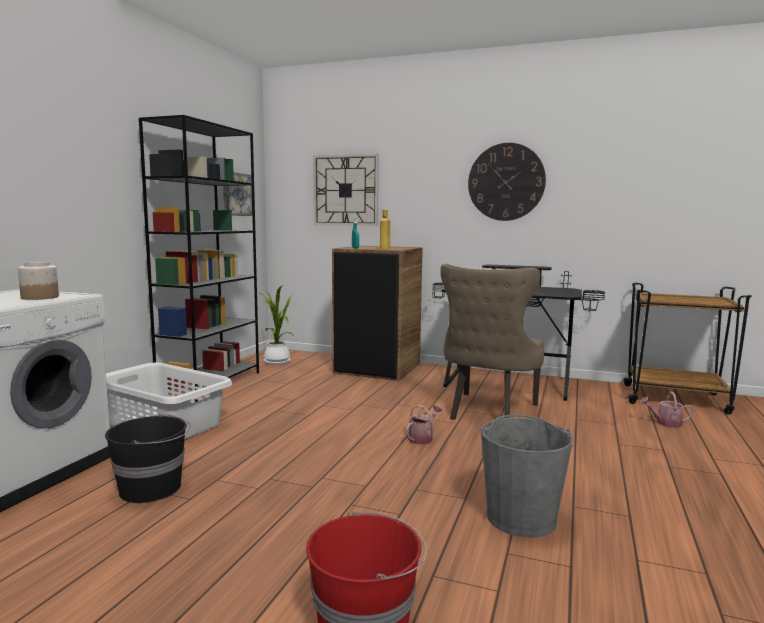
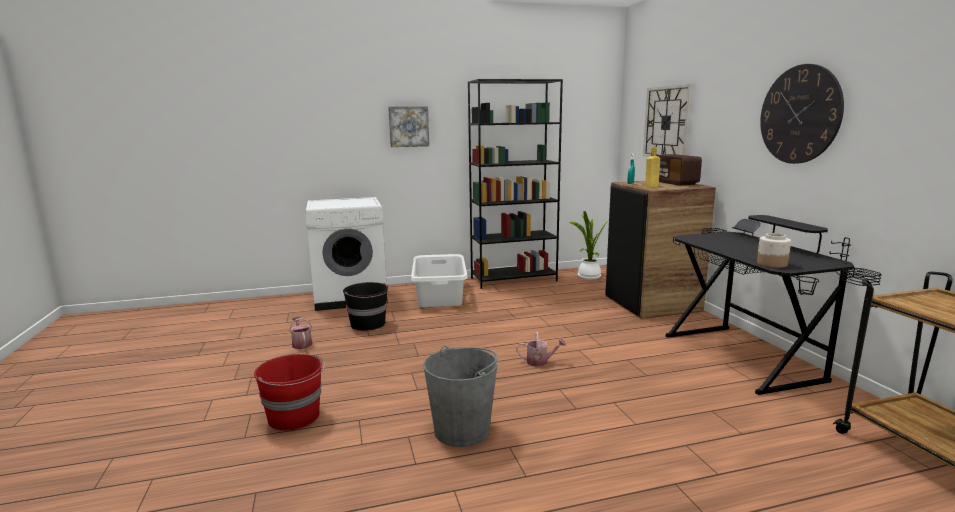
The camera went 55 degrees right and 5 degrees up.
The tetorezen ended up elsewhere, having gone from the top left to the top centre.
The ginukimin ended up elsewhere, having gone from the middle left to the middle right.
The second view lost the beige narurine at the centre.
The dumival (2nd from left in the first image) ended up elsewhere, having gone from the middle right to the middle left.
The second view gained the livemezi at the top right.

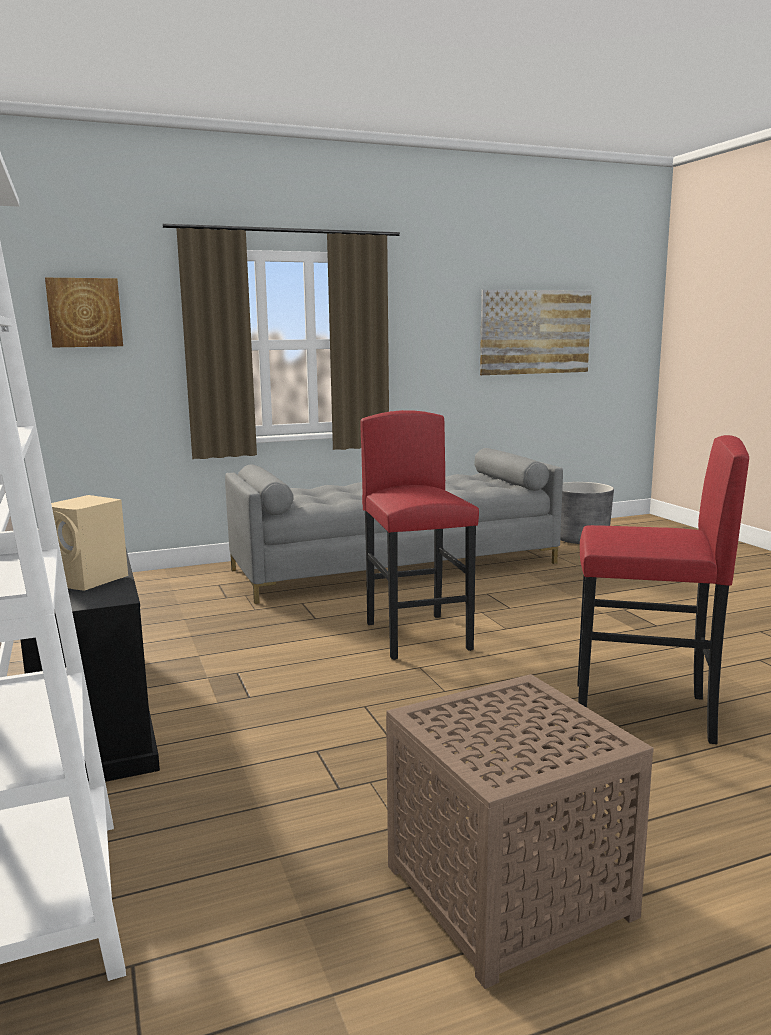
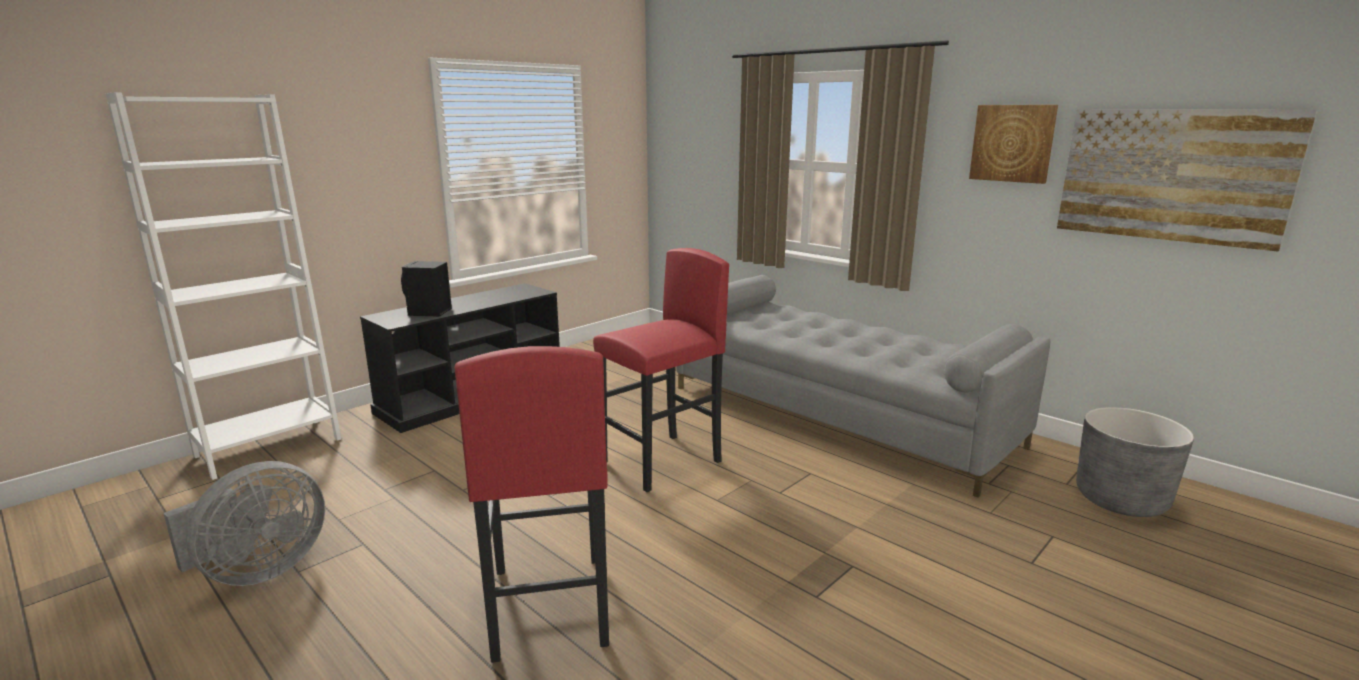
The camera went 65 degrees right and 5 degrees up.
The tetorezen (1st from left) ended up elsewhere, having gone from the top left to the top right.
What was the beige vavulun at the middle left turned into the black vavulun at the middle left.
Where the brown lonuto stood at the bottom right, the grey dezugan came to stand at the bottom left.

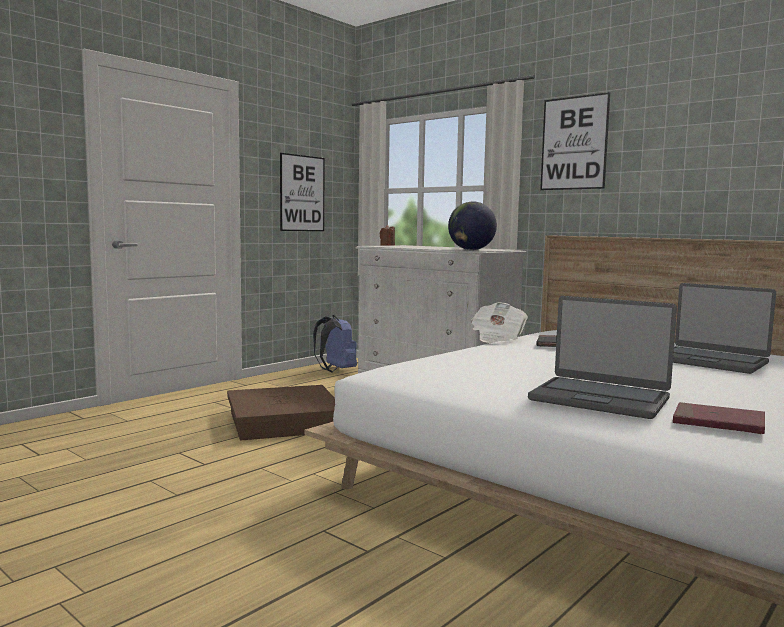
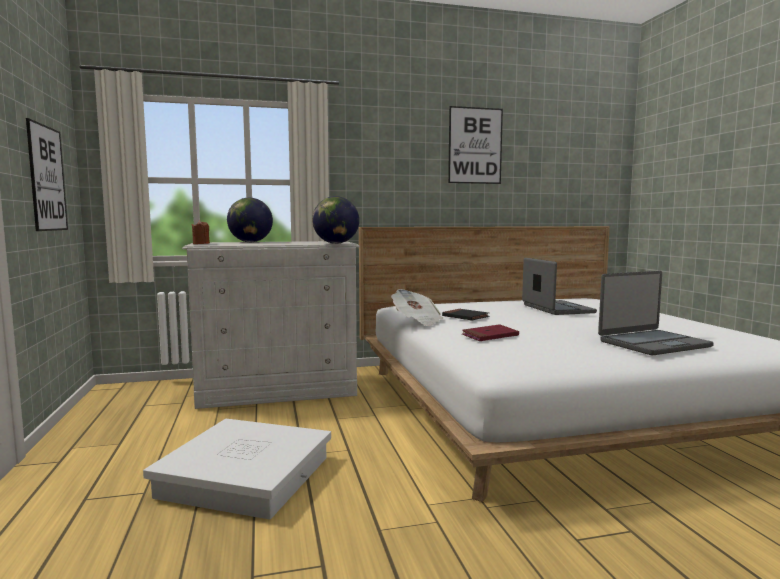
The camera went 55 degrees left and 0 degrees up.
The tetorezen (2nd from left) ended up elsewhere, having gone from the top right to the top centre.
The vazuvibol (2nd from left in the first image) at the middle right ended up facing another way, 90 degrees counterclockwise from before.
The second view lost the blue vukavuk at the centre.
What was the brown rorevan at the centre turned into the white rorevan at the bottom left.
The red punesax ended up elsewhere, having gone from the bottom right to the centre.
The second view gained the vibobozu (1st from left) at the middle left.

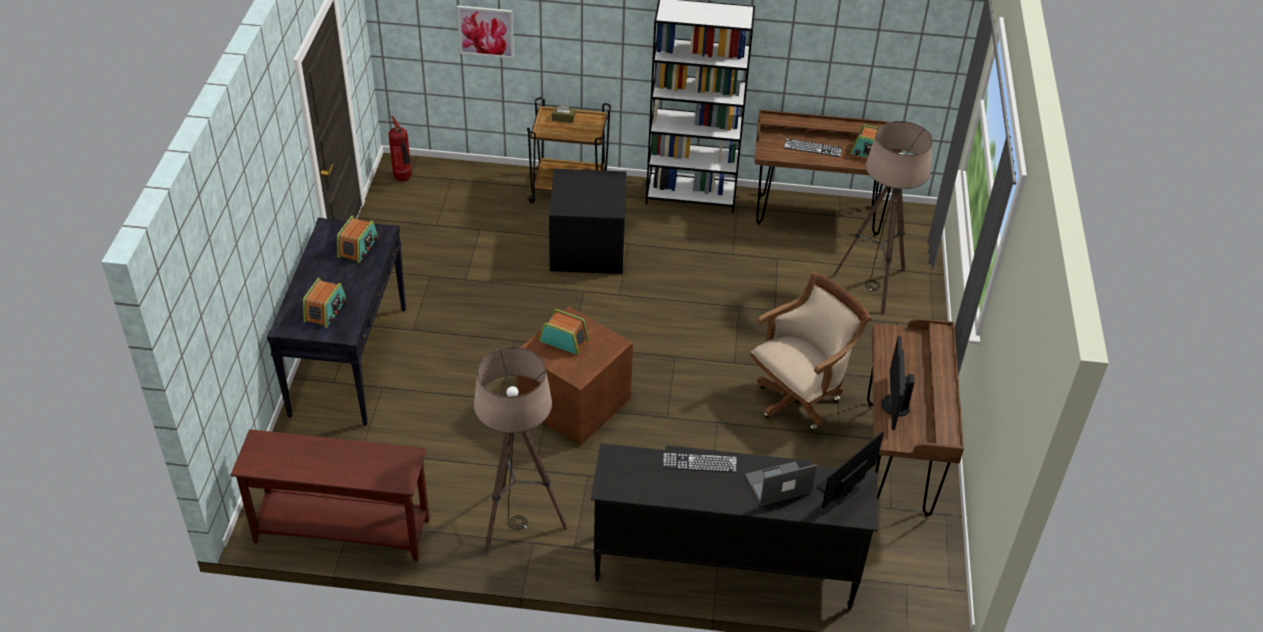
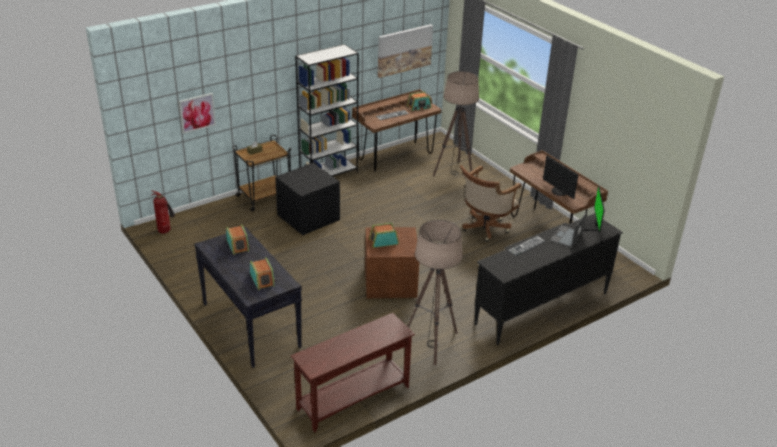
The camera went 40 degrees left and 10 degrees down.
The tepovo at the centre ended up facing another way, 150 degrees counterclockwise from before.
The second view gained the tetorezen (2nd from left) at the top centre.

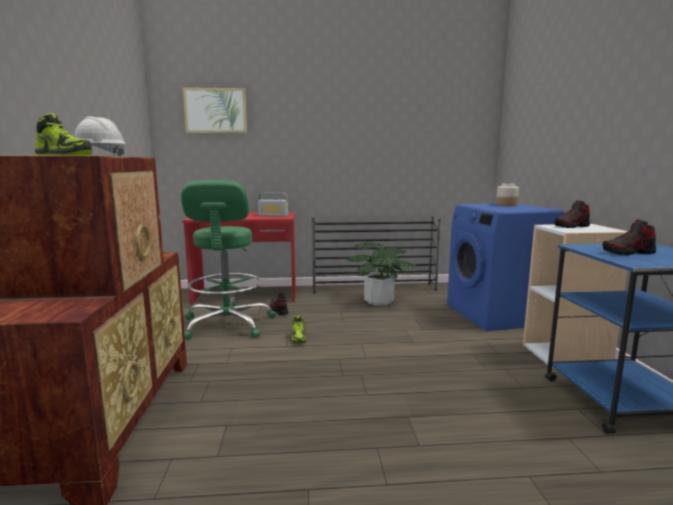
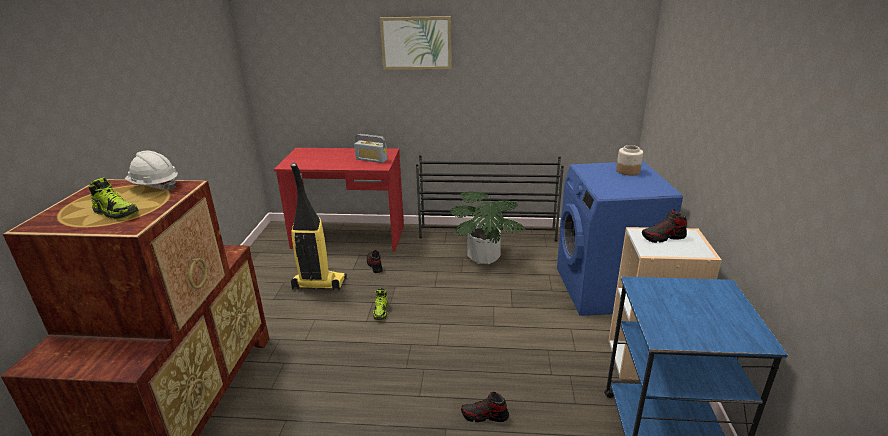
The camera went 10 degrees right and 15 degrees up.
The tetorezen ended up elsewhere, having gone from the top left to the top centre.
Where the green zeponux stood at the centre, the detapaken came to stand at the centre.
The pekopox (5th from left in the first image) ended up elsewhere, having gone from the middle right to the bottom centre.

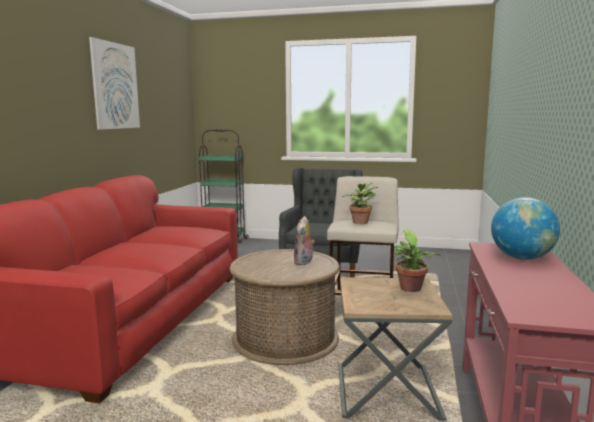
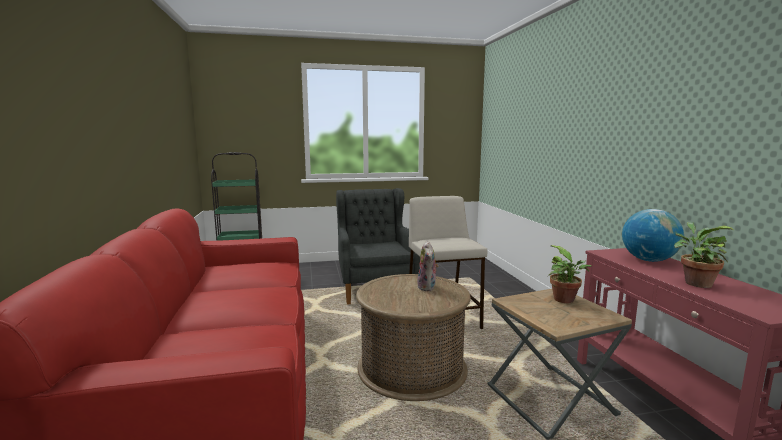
The camera went 25 degrees left and 0 degrees up.
The second view lost the tetorezen at the top left.
The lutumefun (1st from left in the first image) ended up elsewhere, having gone from the centre to the middle right.

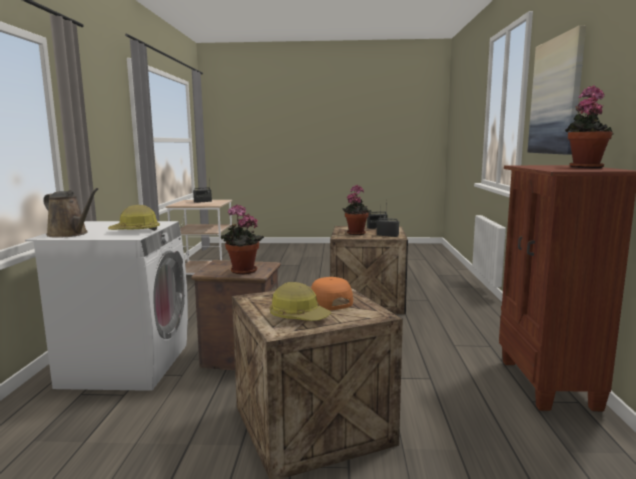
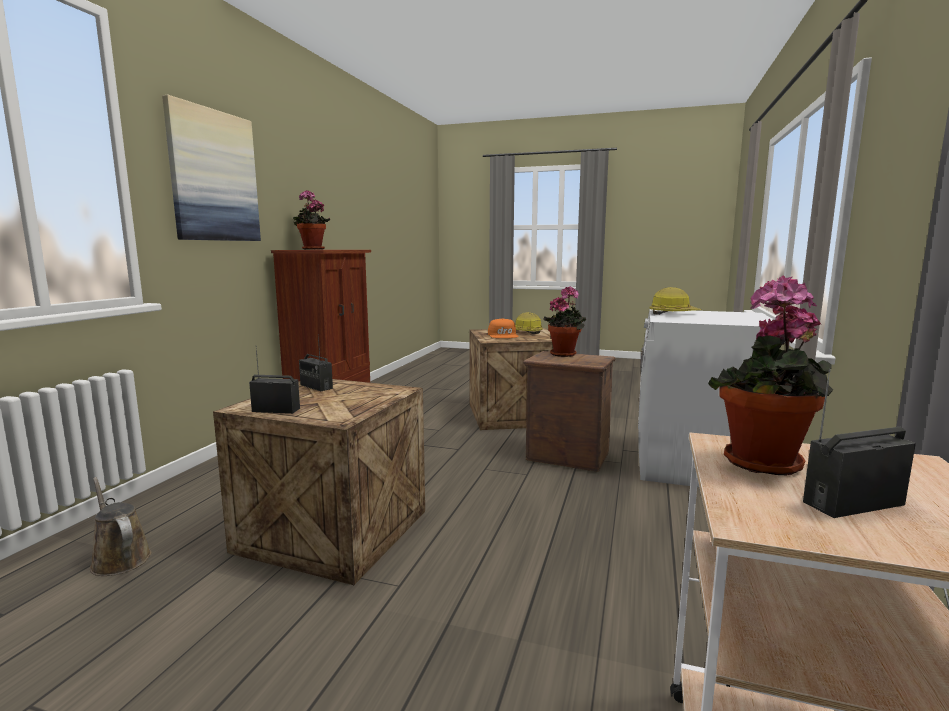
The camera went 165 degrees left and 0 degrees up.
The lutumefun (2nd from left in the first image) ended up elsewhere, having gone from the centre to the middle right.
The brown dumival ended up elsewhere, having gone from the middle left to the bottom left.

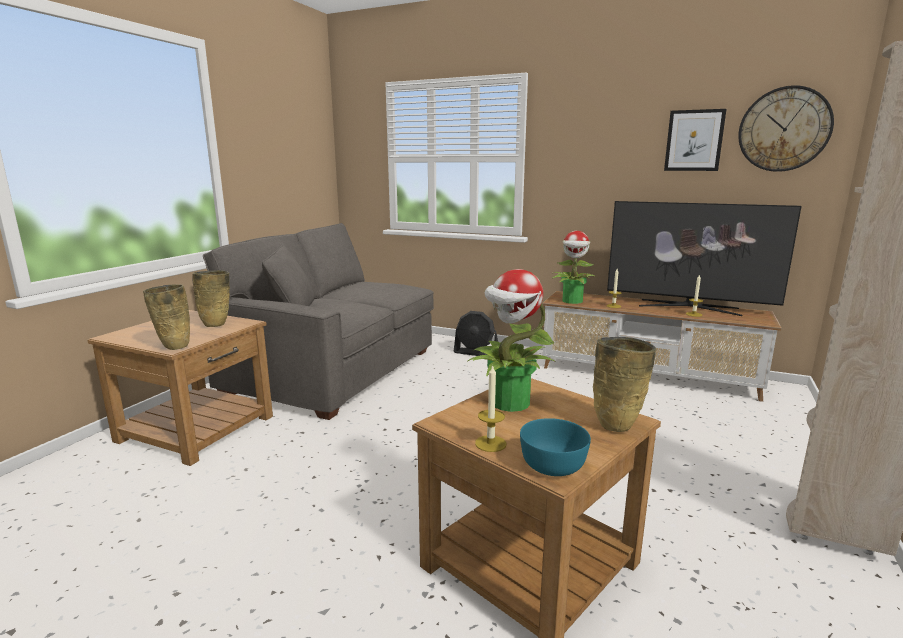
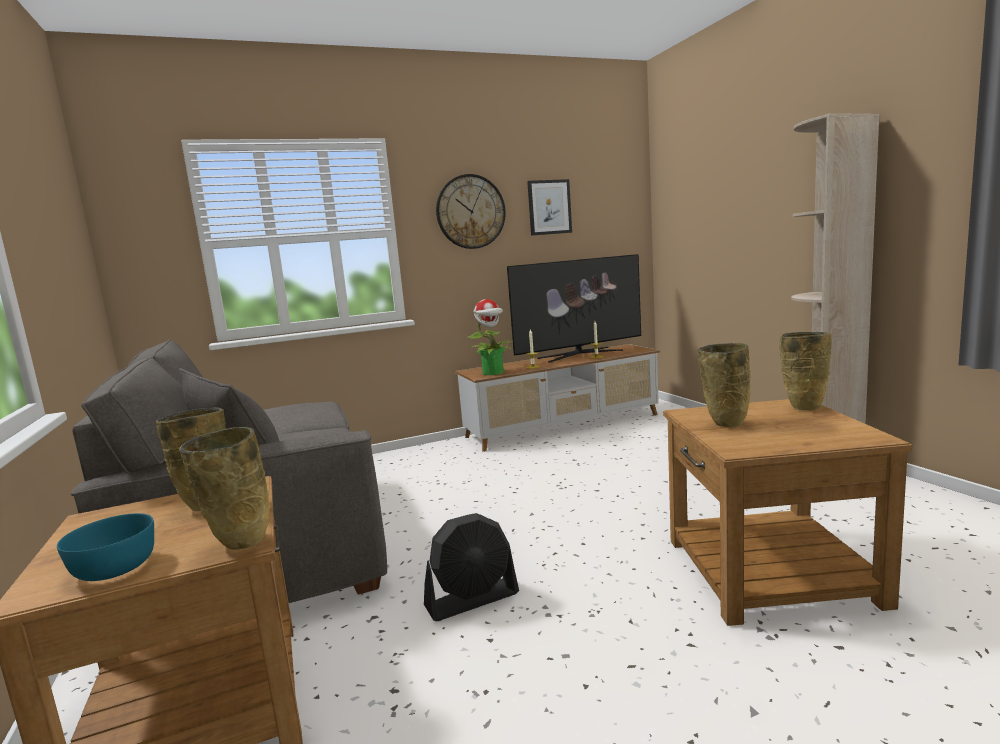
The camera went 45 degrees left and 5 degrees down.
The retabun ended up elsewhere, having gone from the top right to the top centre.
Where the lutumefun (1st from left) stood at the centre, the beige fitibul (3rd from left) came to stand at the middle right.
The black dezugan ended up elsewhere, having gone from the centre to the bottom centre.
The second view lost the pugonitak (1st from left) at the centre.
The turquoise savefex ended up elsewhere, having gone from the bottom centre to the bottom left.

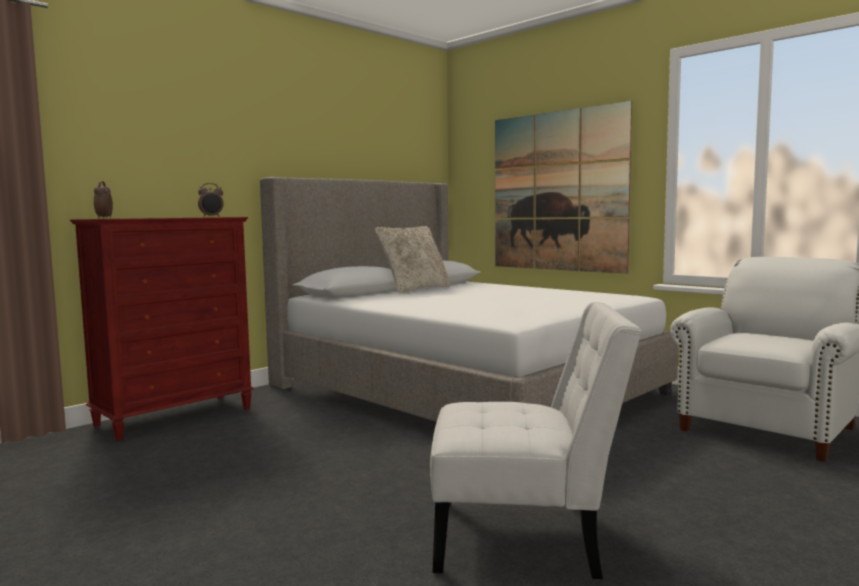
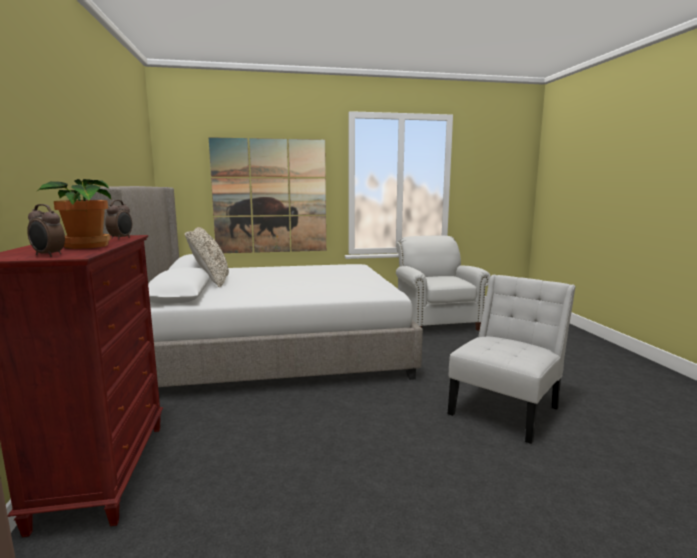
The camera went 55 degrees left and 5 degrees up.
The second view gained the lutumefun at the middle left.

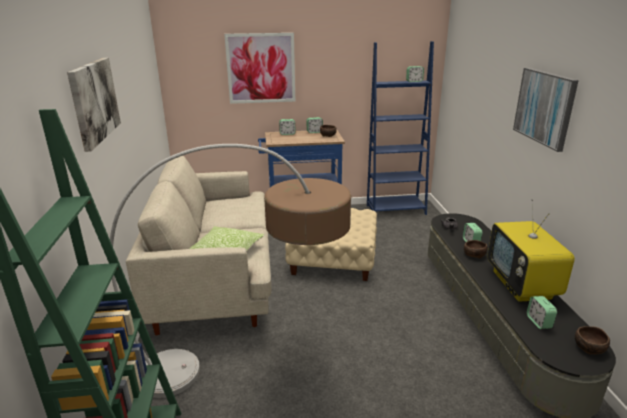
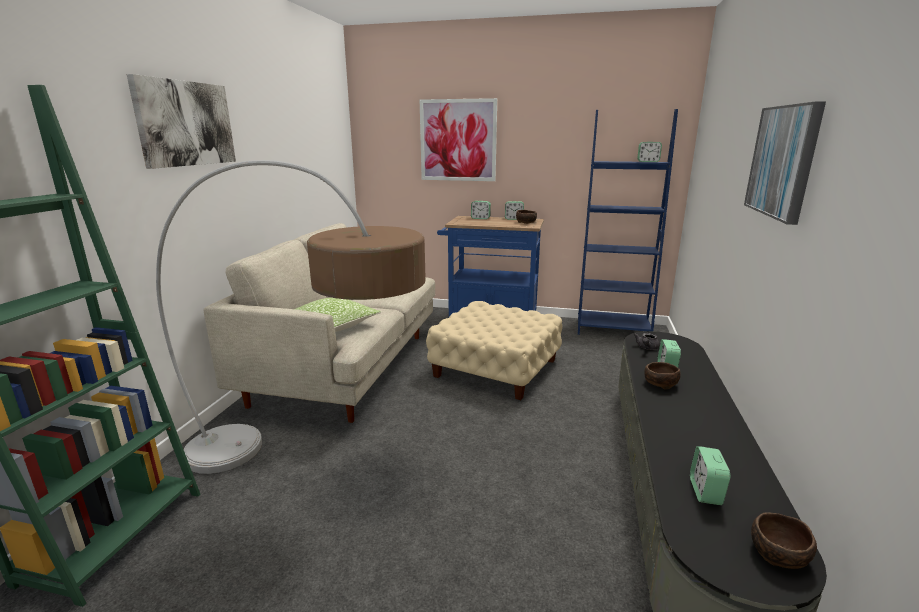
The camera went 20 degrees right and 5 degrees down.
The second view lost the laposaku at the middle right.

